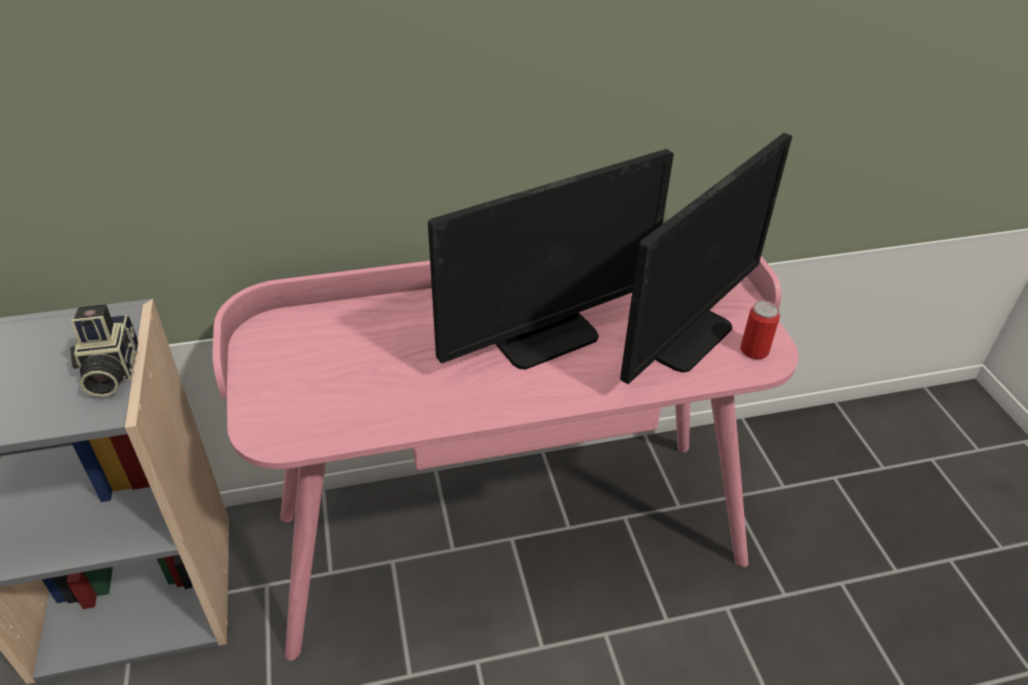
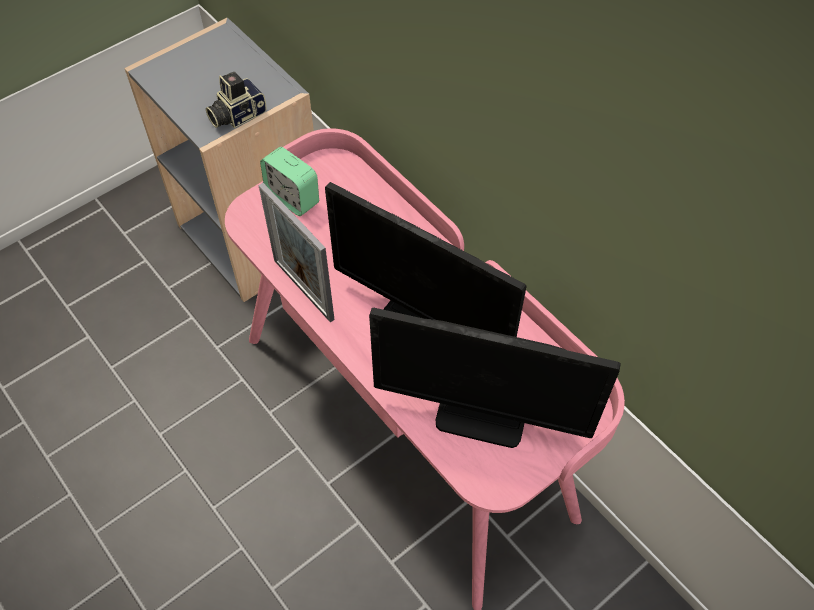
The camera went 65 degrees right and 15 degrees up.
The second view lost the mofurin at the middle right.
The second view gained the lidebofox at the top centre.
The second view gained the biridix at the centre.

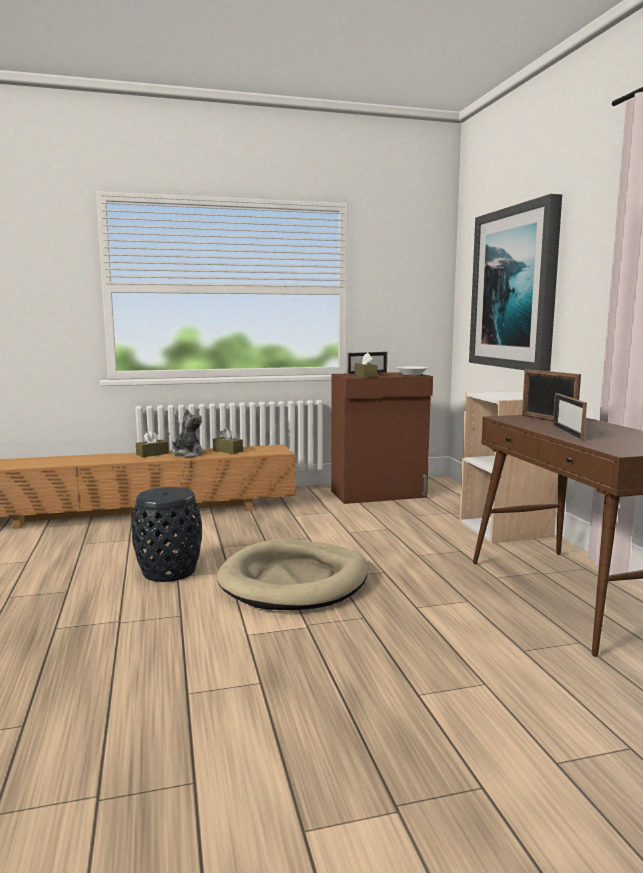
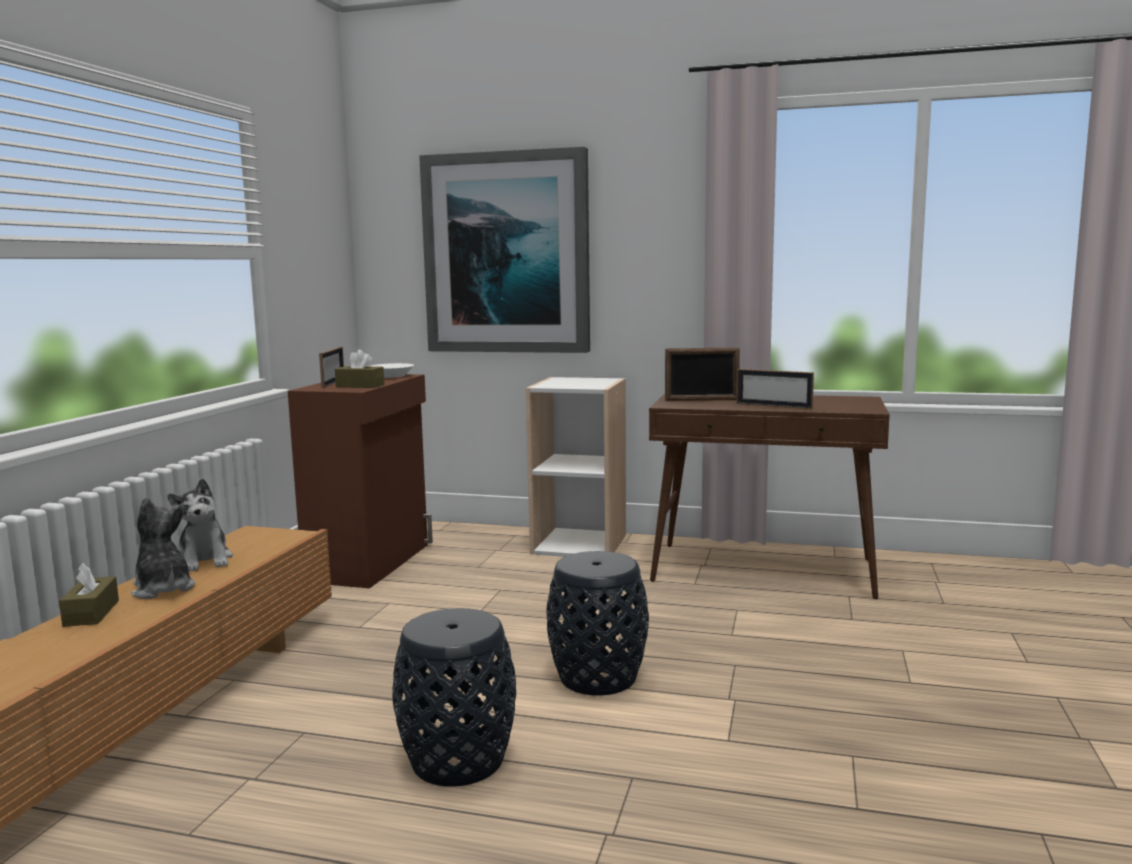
The camera went 60 degrees left and 0 degrees up.
Where the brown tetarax (2nd from left) stood at the centre, the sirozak (2nd from left) came to stand at the middle left.
Where the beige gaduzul stood at the centre, the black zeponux (2nd from left) came to stand at the bottom centre.

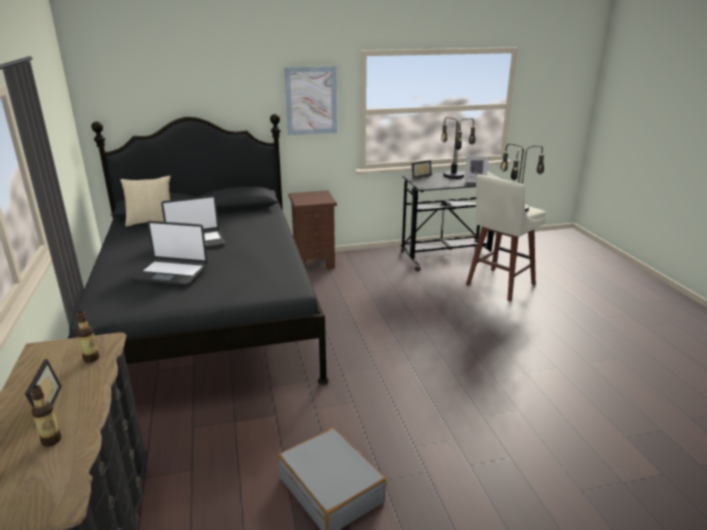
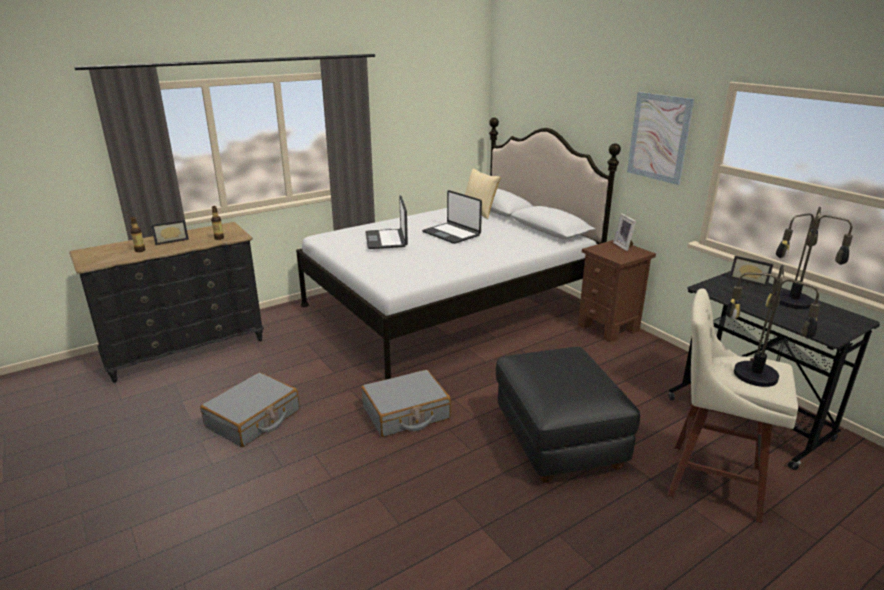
The camera went 70 degrees right and 0 degrees up.
What was the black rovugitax at the middle left turned into the white rovugitax at the centre.
The biridix (3rd from left in the first image) ended up elsewhere, having gone from the top right to the middle right.
The second view gained the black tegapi at the bottom centre.
The second view gained the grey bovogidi (2nd from left) at the bottom centre.

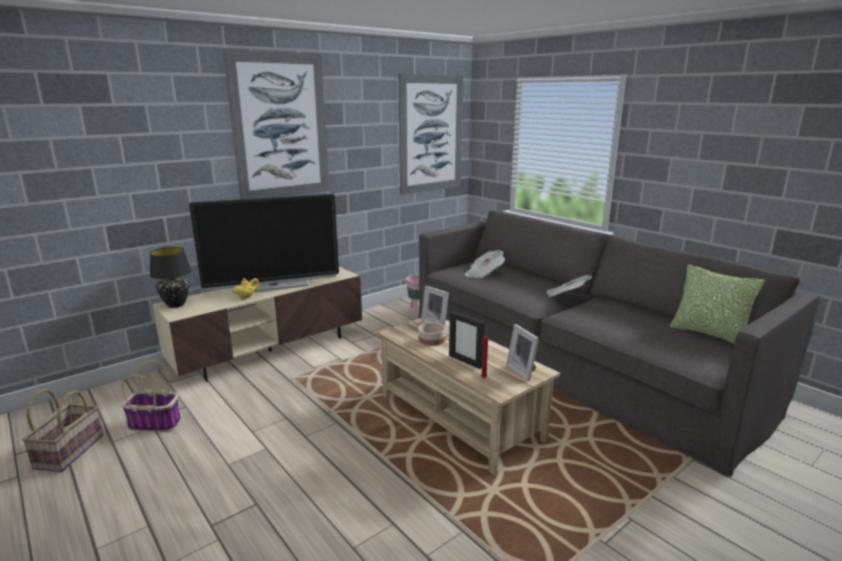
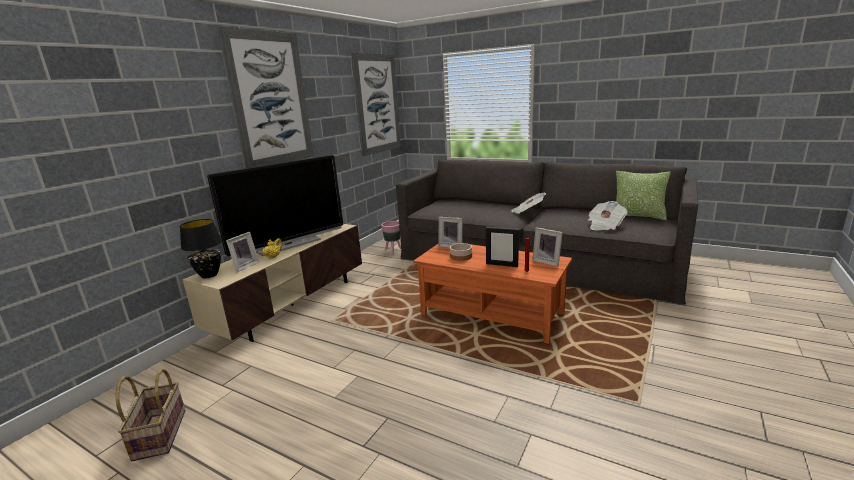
The camera went 20 degrees left and 0 degrees up.
The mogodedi (1st from left in the first image) ended up elsewhere, having gone from the centre to the middle right.
What was the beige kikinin at the bottom centre turned into the orange kikinin at the centre.
The second view lost the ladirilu (2nd from left) at the bottom left.
The second view gained the biridix (1st from left) at the middle left.

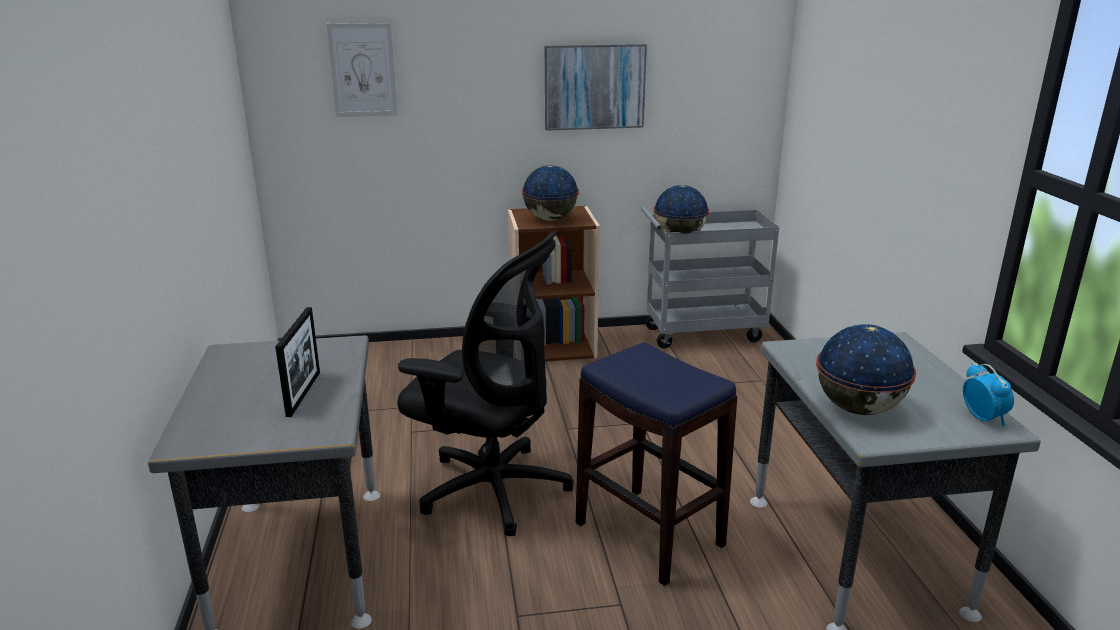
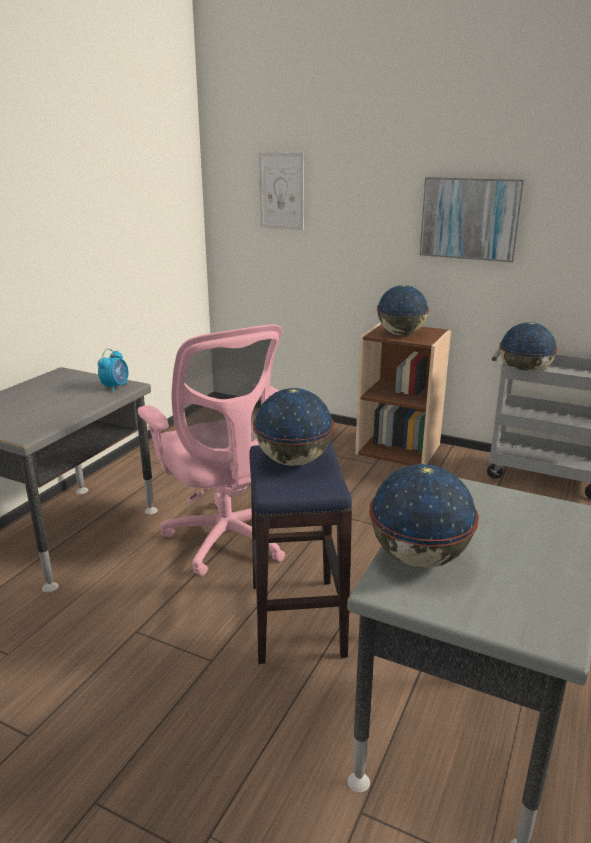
The camera went 35 degrees right and 0 degrees up.
What was the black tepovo at the centre turned into the pink tepovo at the centre.
The second view lost the biridix at the middle left.
The lidebofox ended up elsewhere, having gone from the middle right to the middle left.
The second view gained the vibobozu (1st from left) at the centre.

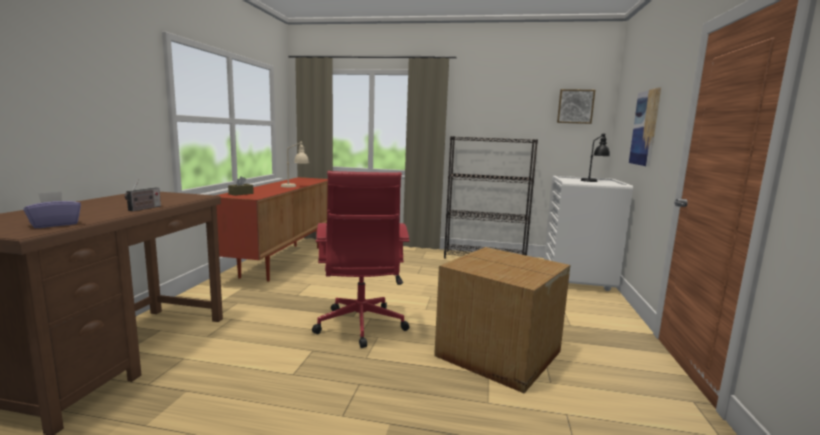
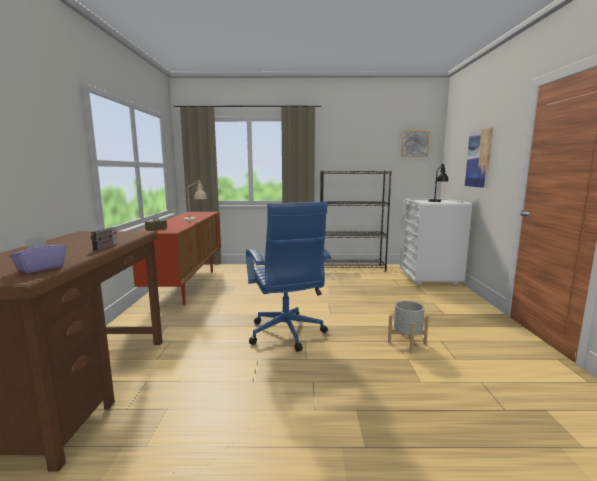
The camera went 10 degrees left and 0 degrees up.
What was the red tepovo at the centre turned into the blue tepovo at the centre.
Where the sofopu stood at the bottom centre, the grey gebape came to stand at the bottom right.

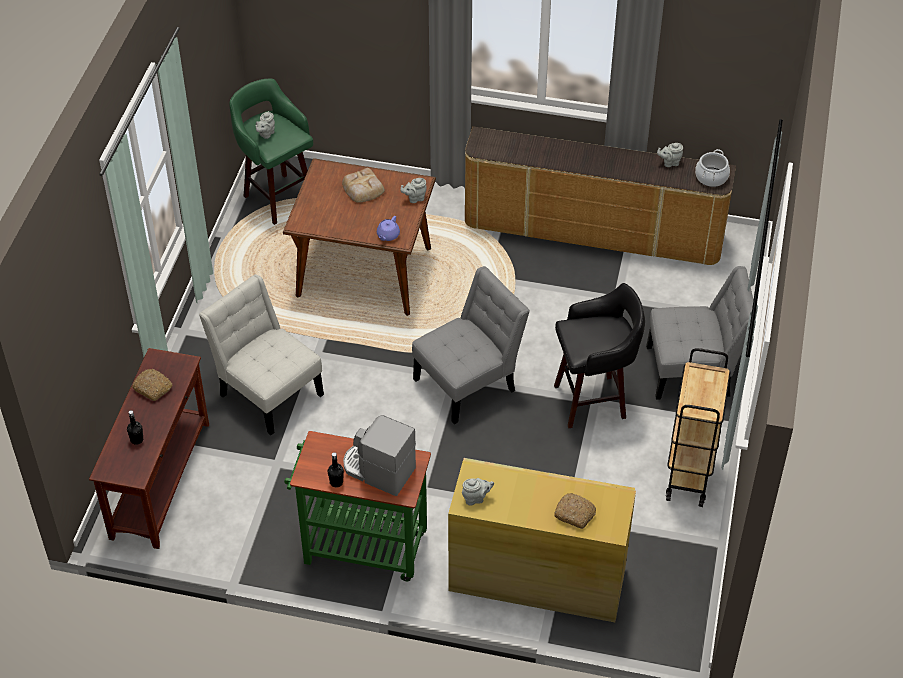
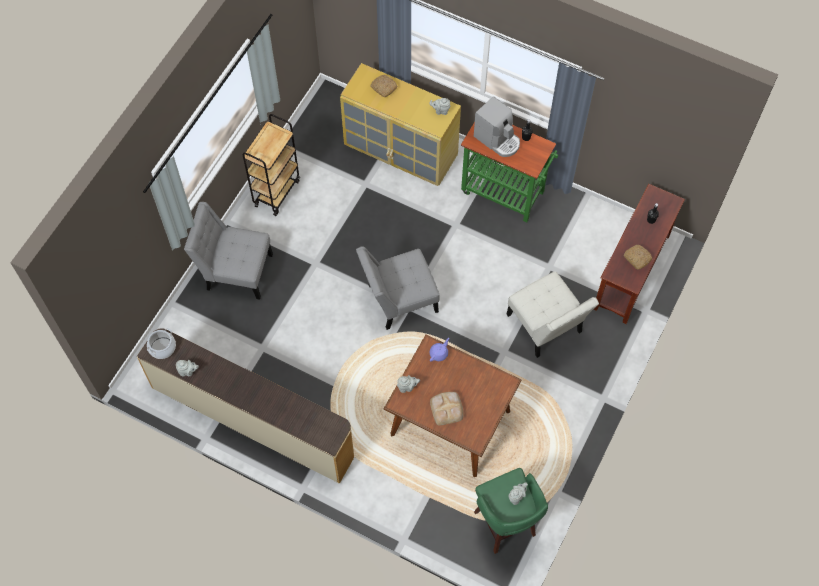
The camera went 165 degrees left and 15 degrees up.
The second view lost the black zeponux at the centre.

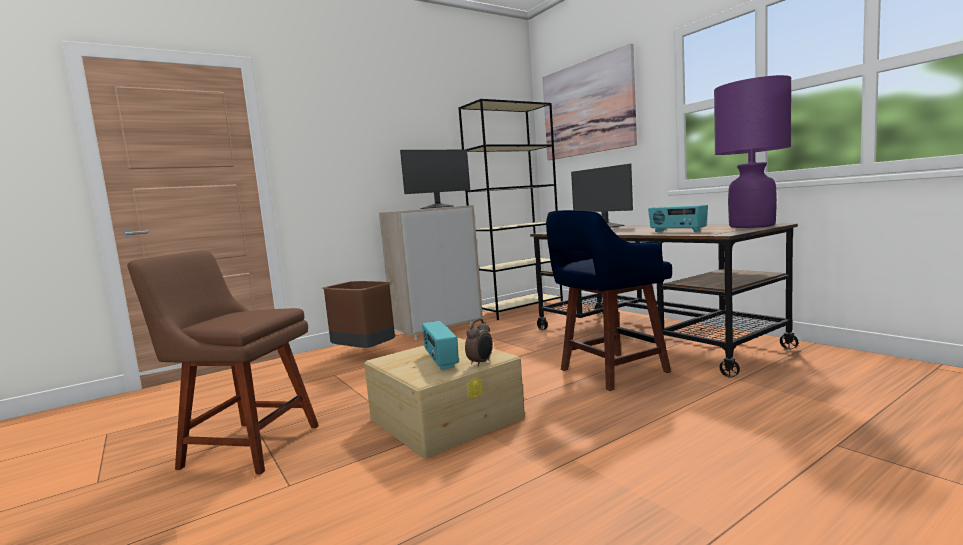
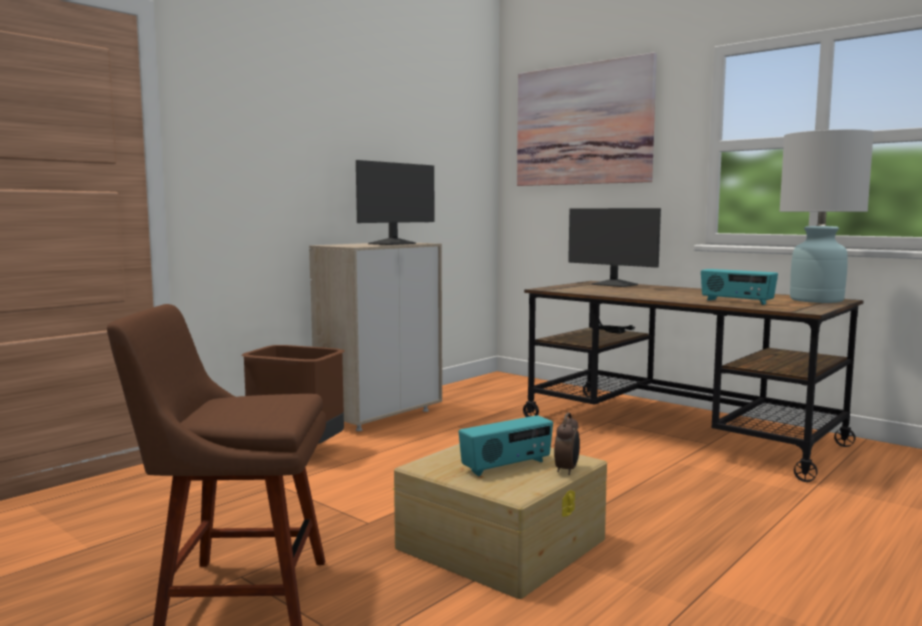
The camera went 15 degrees left and 0 degrees up.
What was the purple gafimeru at the top right turned into the white gafimeru at the middle right.
The second view lost the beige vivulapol at the centre.
The second view lost the blue zeponux at the centre.
The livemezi (1st from left) at the centre ended up facing another way, 90 degrees counterclockwise from before.

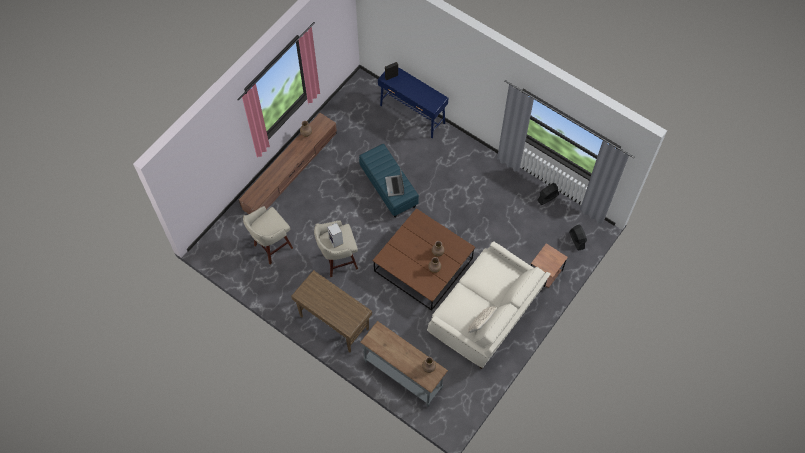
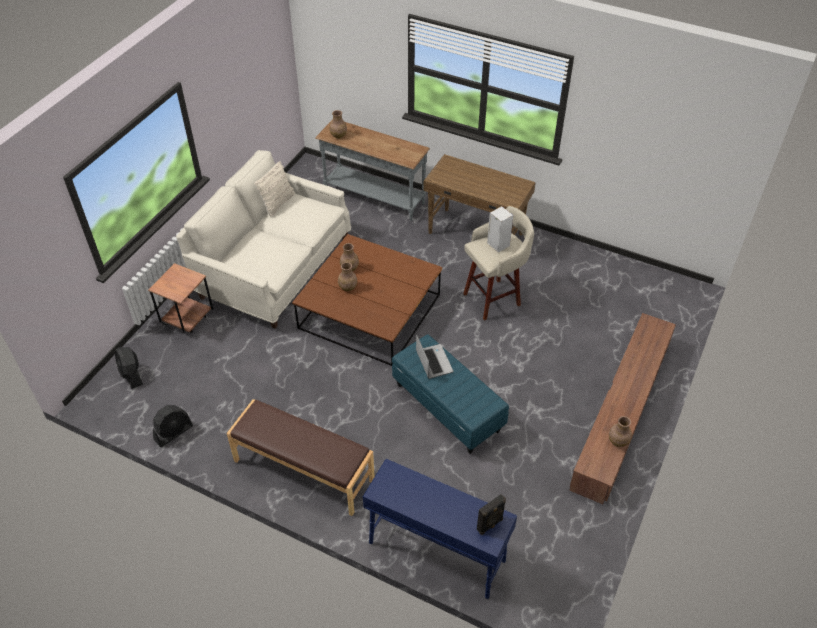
The camera went 170 degrees right and 15 degrees down.
The second view lost the beige zeponux (1st from left) at the middle left.
The second view gained the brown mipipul at the bottom centre.

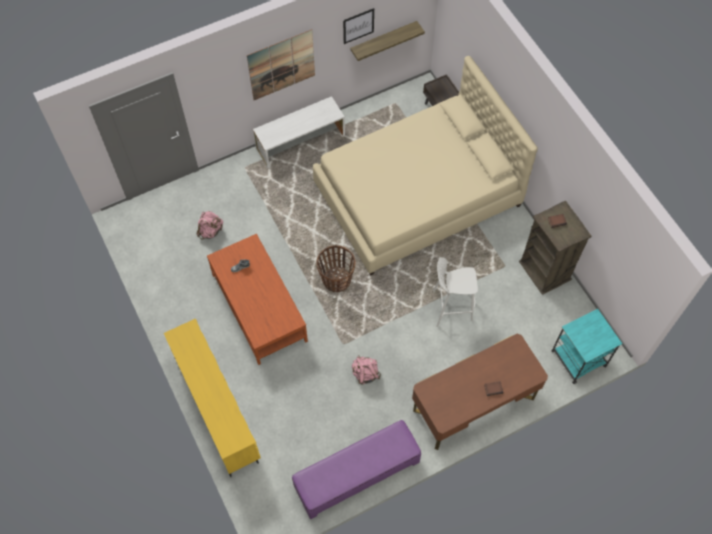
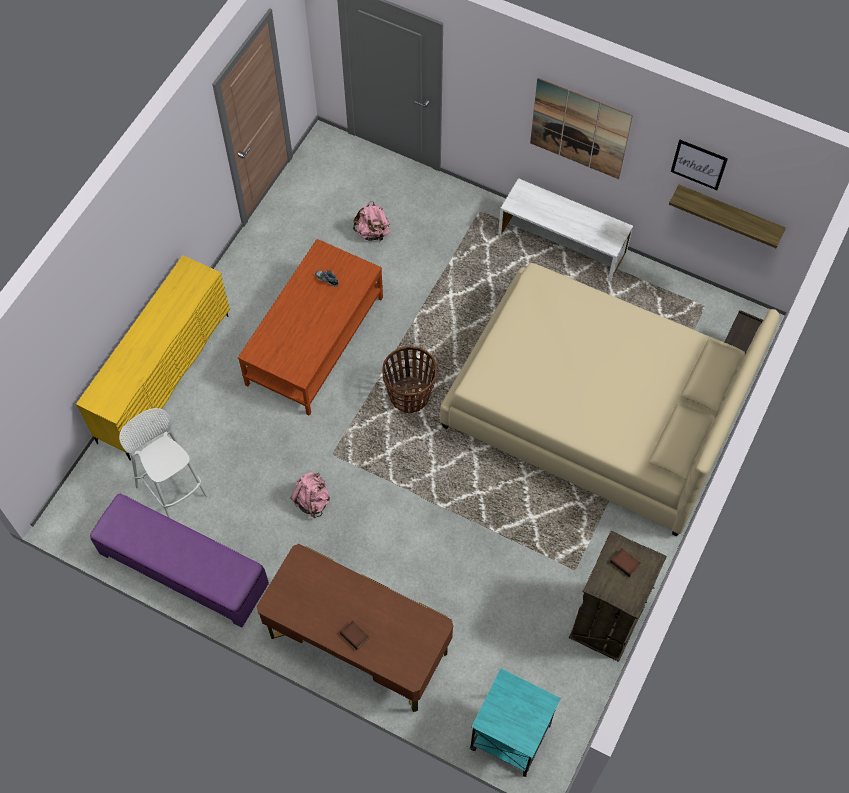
The camera went 55 degrees right and 0 degrees up.
The white zeponux ended up elsewhere, having gone from the centre to the middle left.

